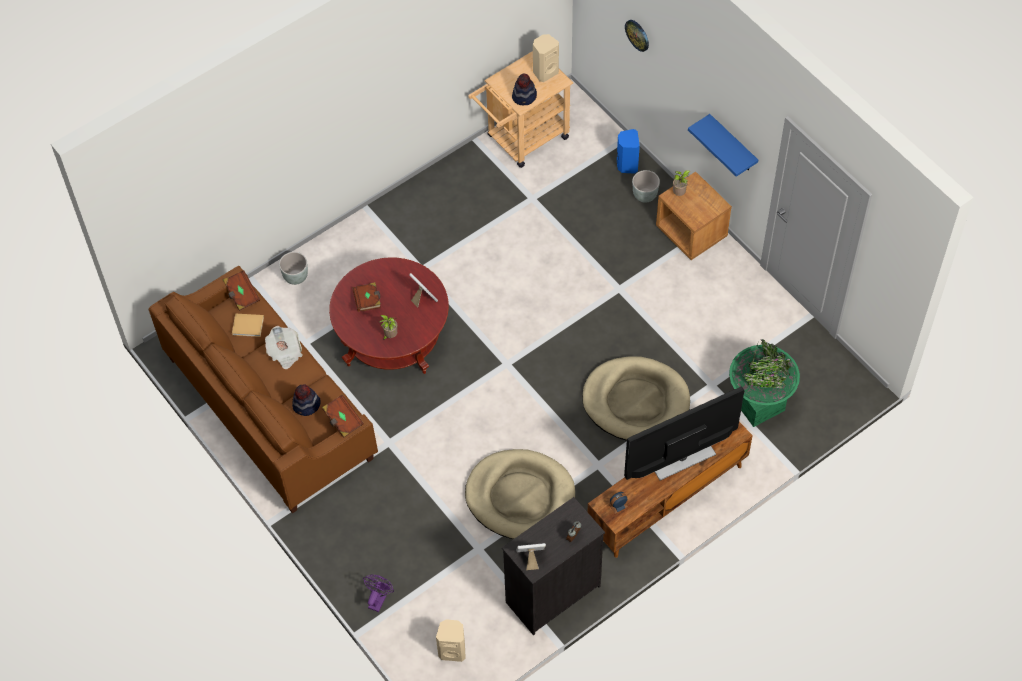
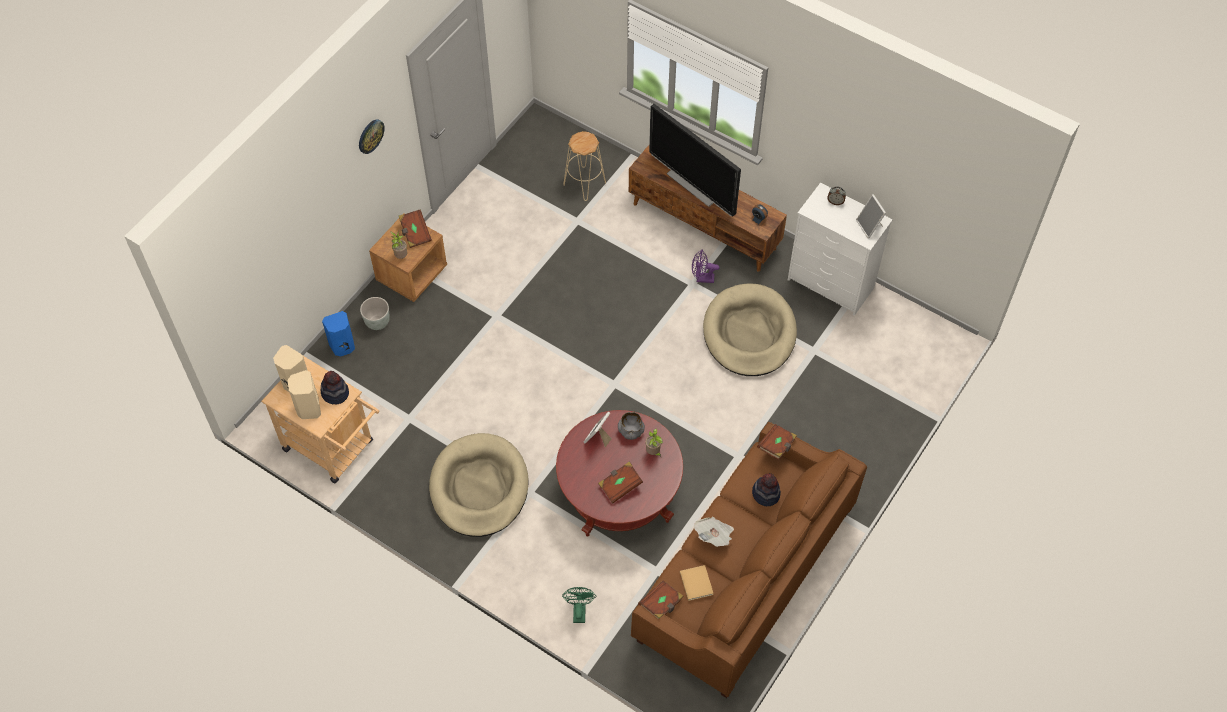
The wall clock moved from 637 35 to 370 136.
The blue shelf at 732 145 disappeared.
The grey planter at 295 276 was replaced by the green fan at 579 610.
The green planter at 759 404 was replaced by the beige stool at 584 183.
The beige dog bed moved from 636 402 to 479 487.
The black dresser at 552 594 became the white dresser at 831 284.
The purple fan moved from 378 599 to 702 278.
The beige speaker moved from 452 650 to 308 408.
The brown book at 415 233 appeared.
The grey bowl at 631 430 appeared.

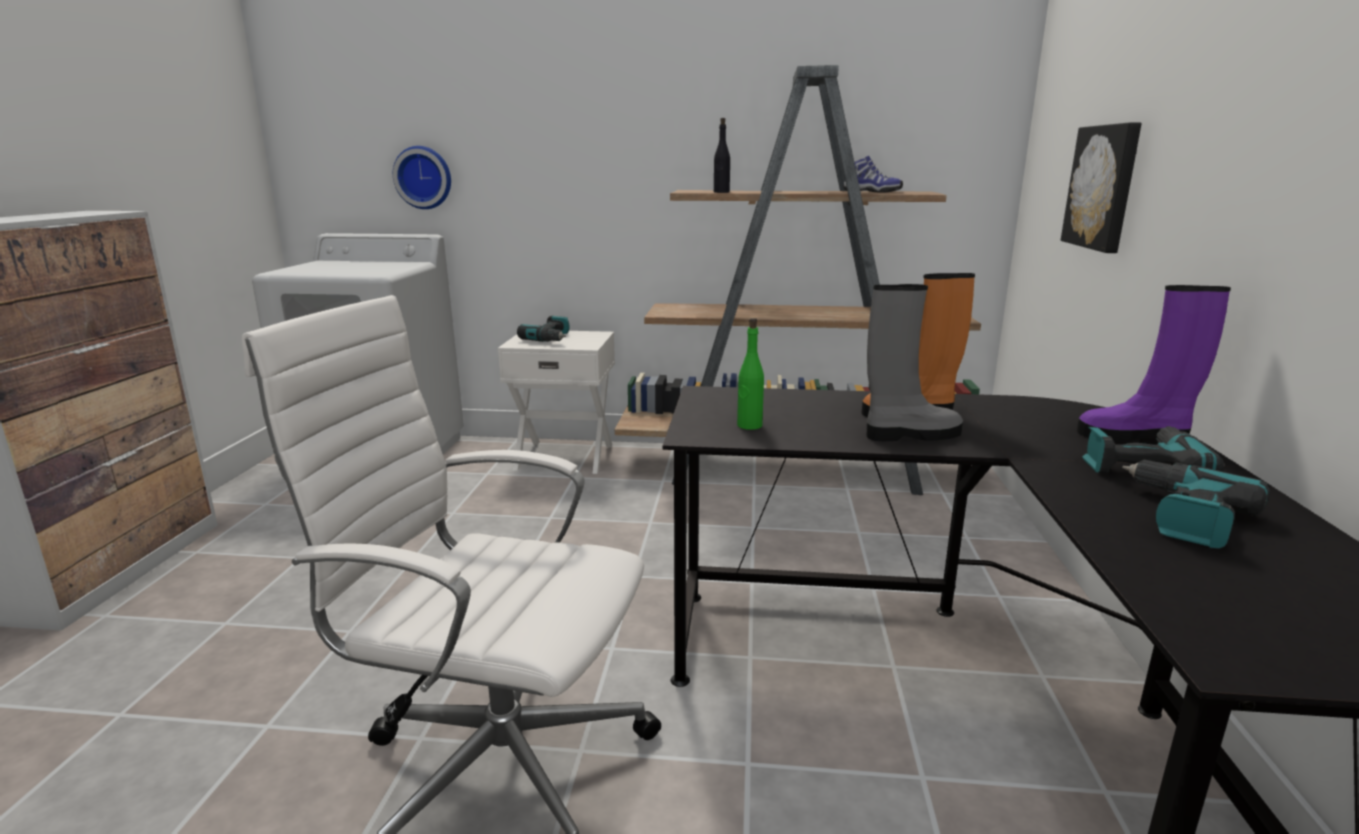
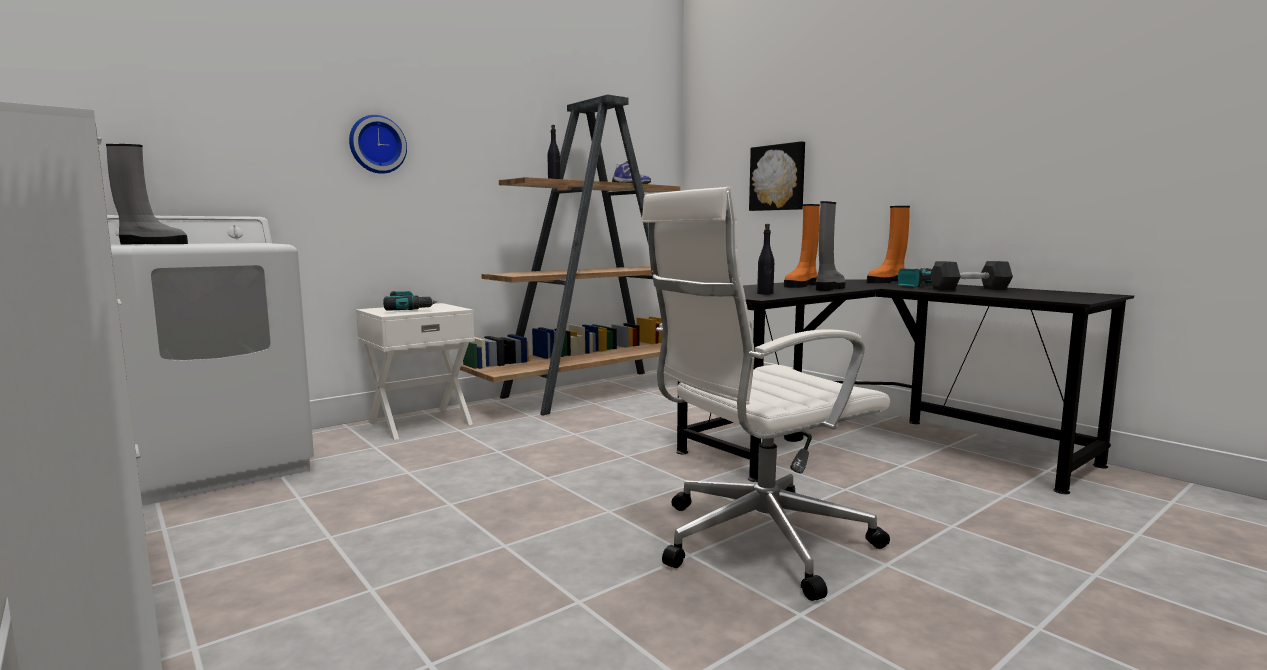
The wall clock moved from 424 177 to 376 144.
The purple boot at 1135 436 became the orange boot at 887 282.
The green bottle at 749 425 became the black bottle at 765 293.
The power drill at 1183 516 was replaced by the grey dumbbell at 969 289.
The grey boot at 151 244 appeared.

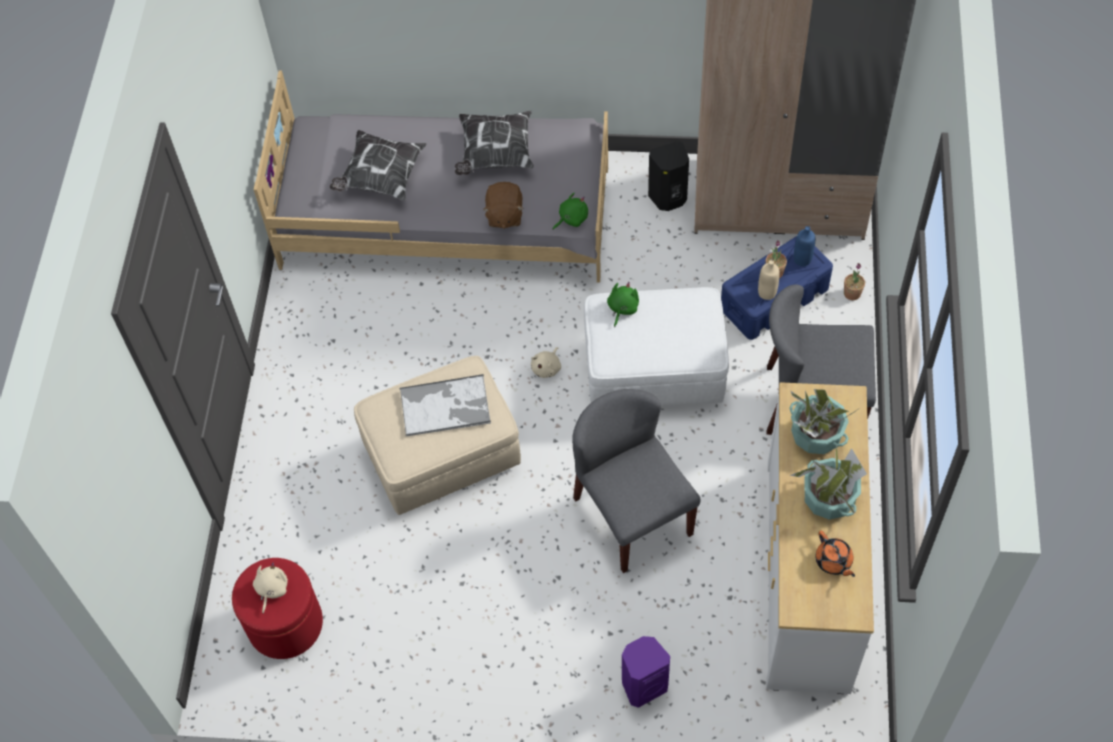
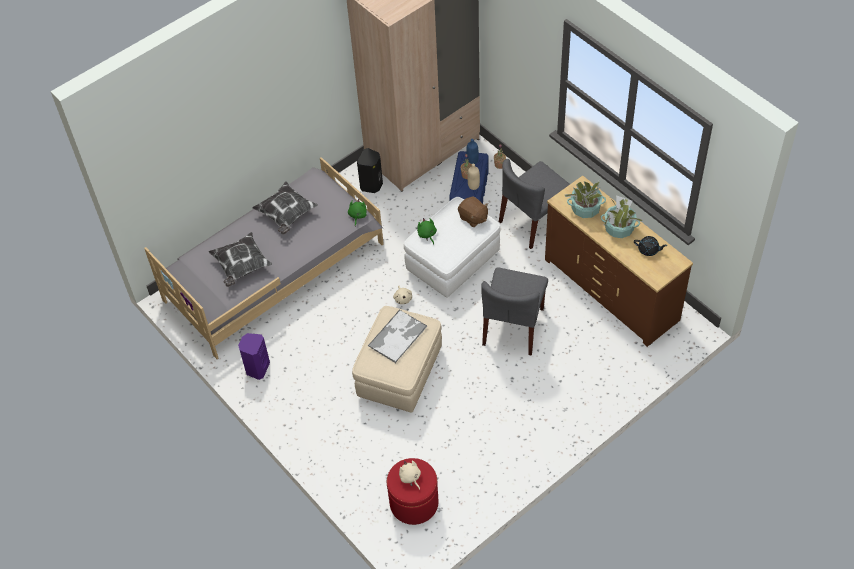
The brown plush toy moved from 504 215 to 473 218.
The white dresser at 808 574 became the brown dresser at 611 289.
The grey chair at 632 515 turned 90 degrees counterclockwise.
The orange teapot at 833 561 became the black teapot at 649 250.
The purple speaker moved from 643 685 to 257 368.

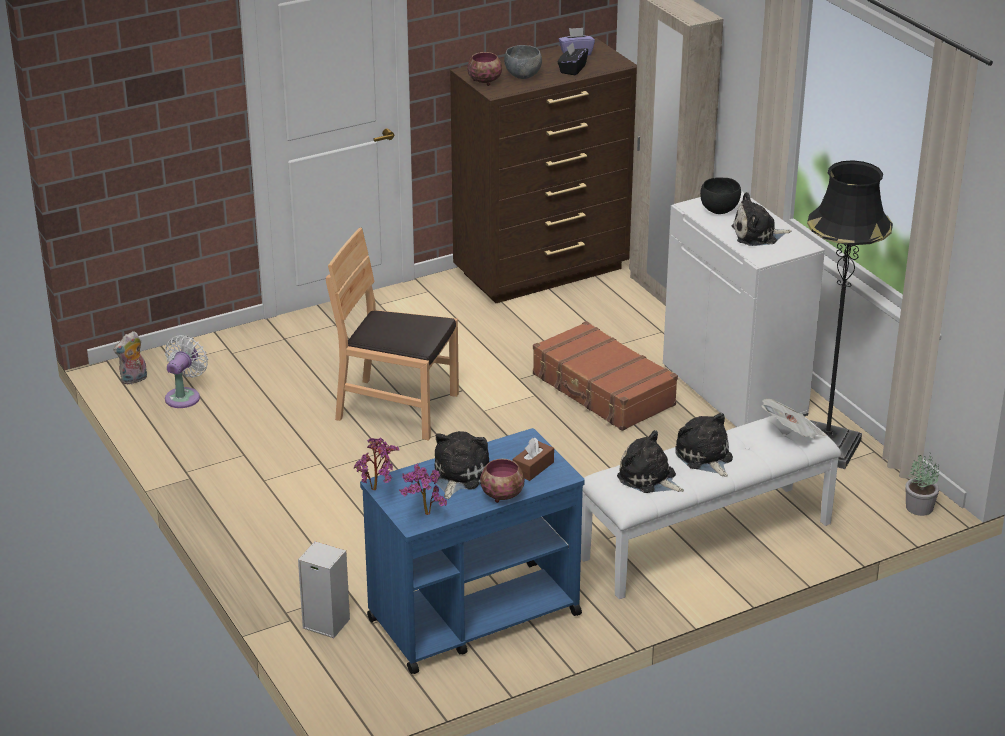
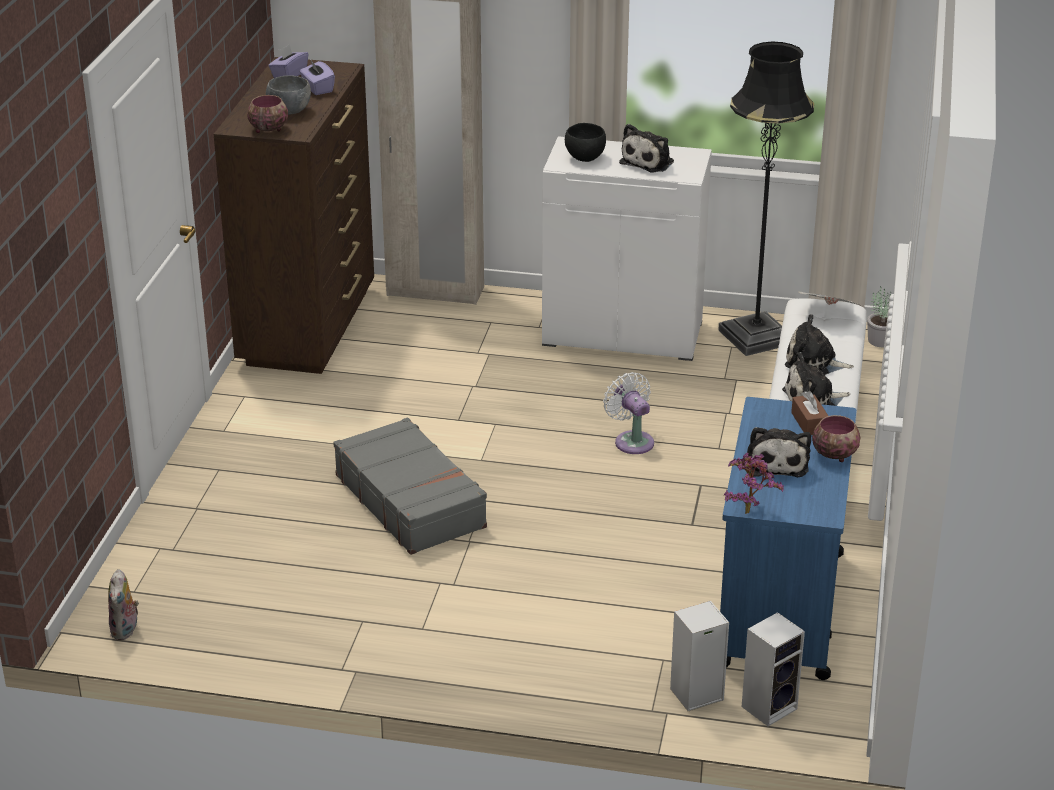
The black tissue box at 572 69 became the purple tissue box at 317 88.
The brown chair at 397 408 was replaced by the grey suitcase at 411 501.
The brown suitcase at 602 390 disappeared.
The white fan moved from 184 396 to 632 440.
The plush toy at 458 475 turned 150 degrees counterclockwise.
The potted plant at 423 514 disappeared.
The speaker at 770 706 appeared.

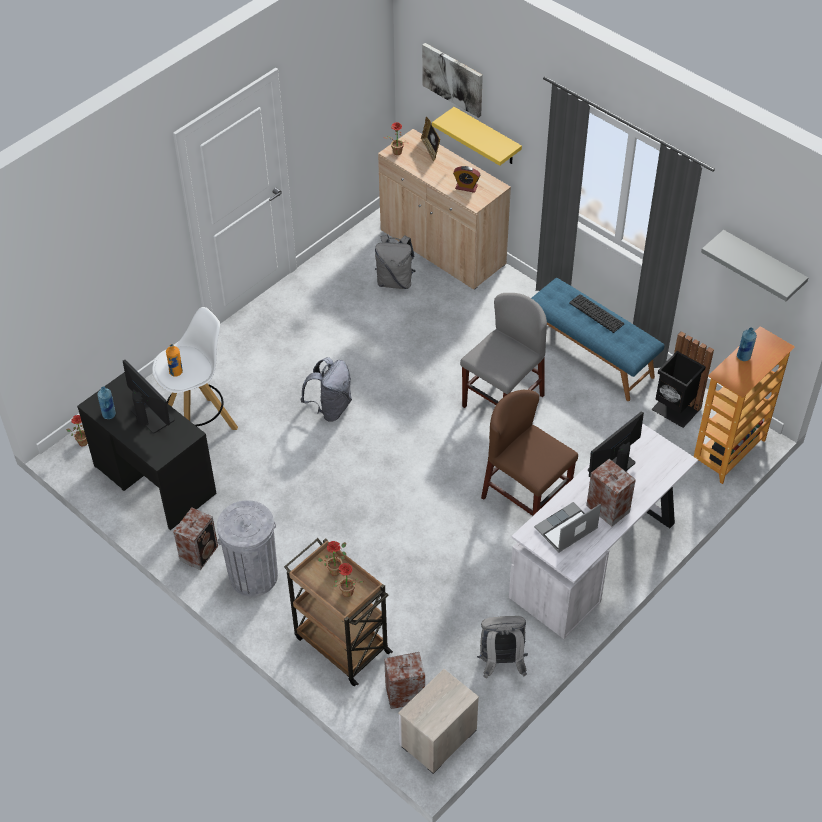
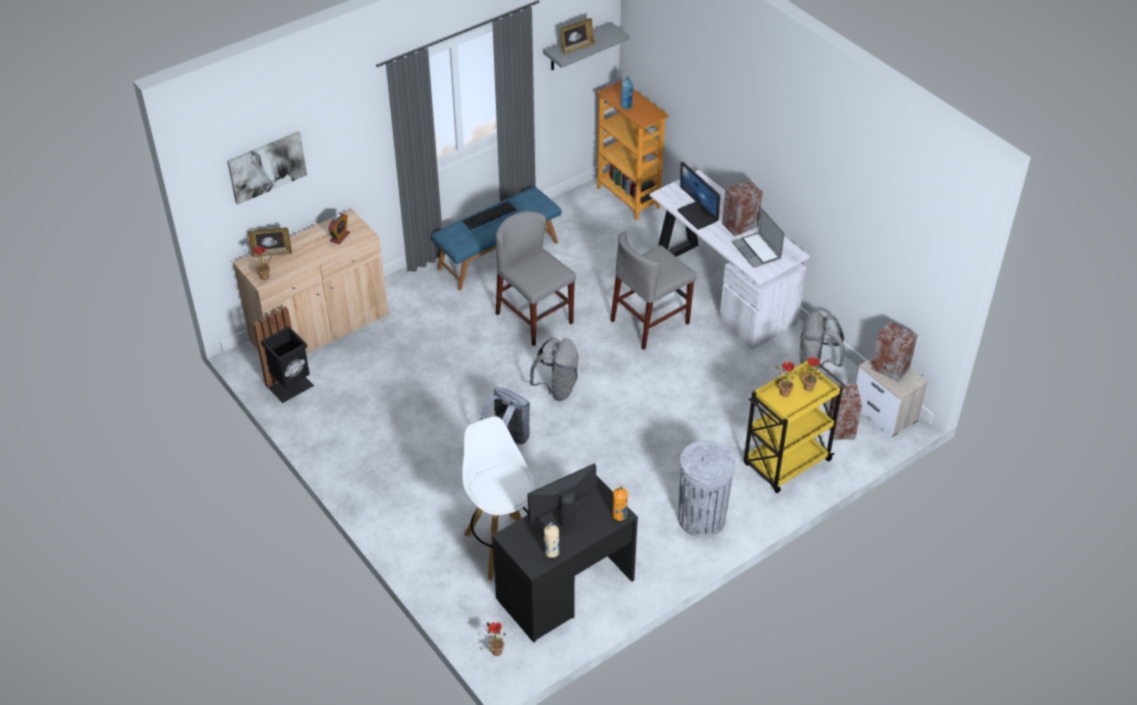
The yellow shelf at 487 137 disappeared.
The grey backpack moved from 395 281 to 557 388.
The black trash can moved from 675 410 to 291 386.
The orange bottle moved from 176 372 to 619 515.
The blue bottle at 109 414 became the beige bottle at 551 552.
The brown chair at 525 498 became the grey chair at 650 322.
The speaker moved from 200 552 to 889 368.
The brown cart at 340 643 became the yellow cart at 785 463.
The picture frame at 576 48 appeared.

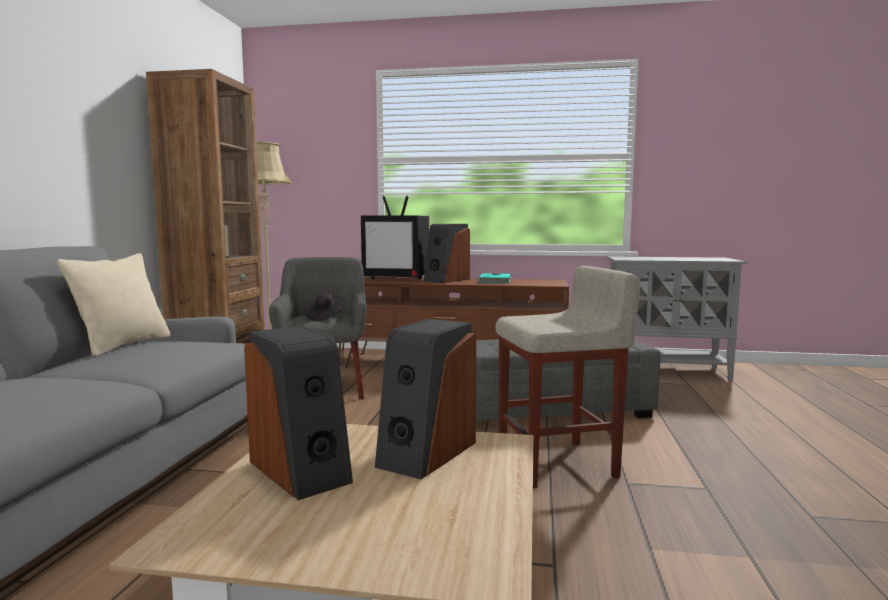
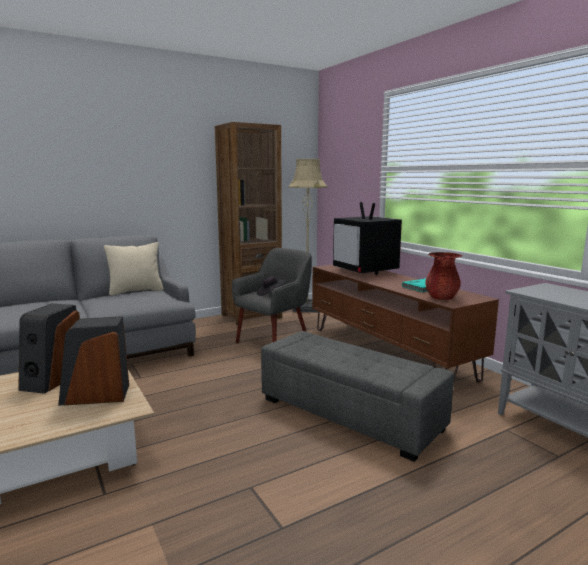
The speaker at 446 280 disappeared.
The beige stool at 558 463 disappeared.
The red vase at 441 297 appeared.

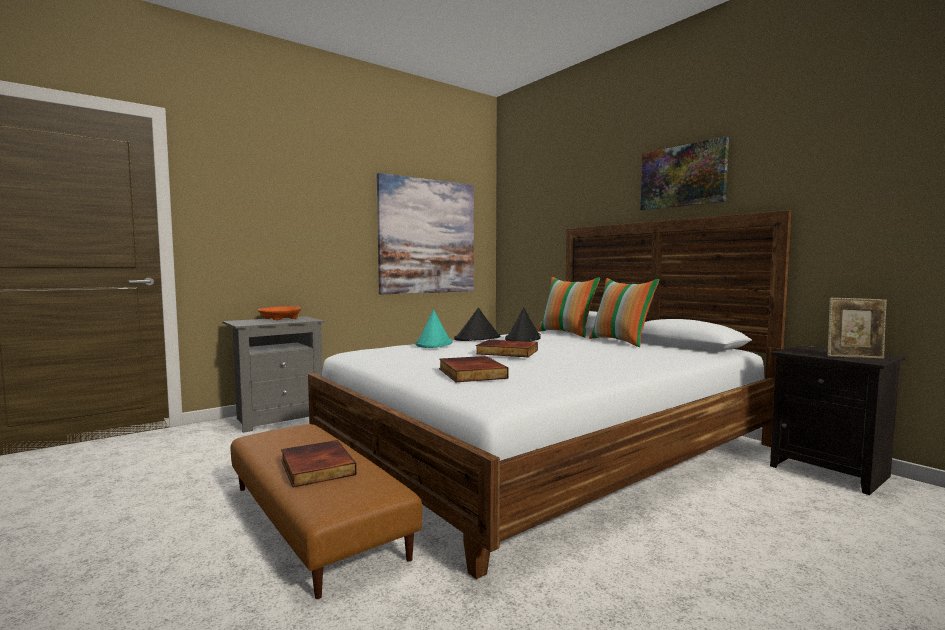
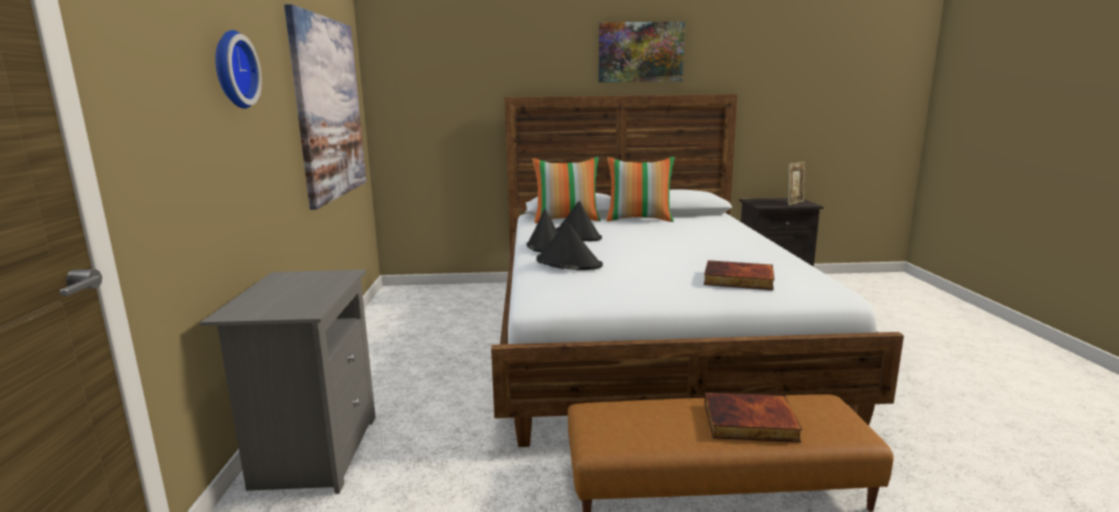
The orange bowl at 280 319 disappeared.
The turquoise hat at 433 344 became the black hat at 568 263.
The book at 506 352 disappeared.
The wall clock at 231 70 appeared.

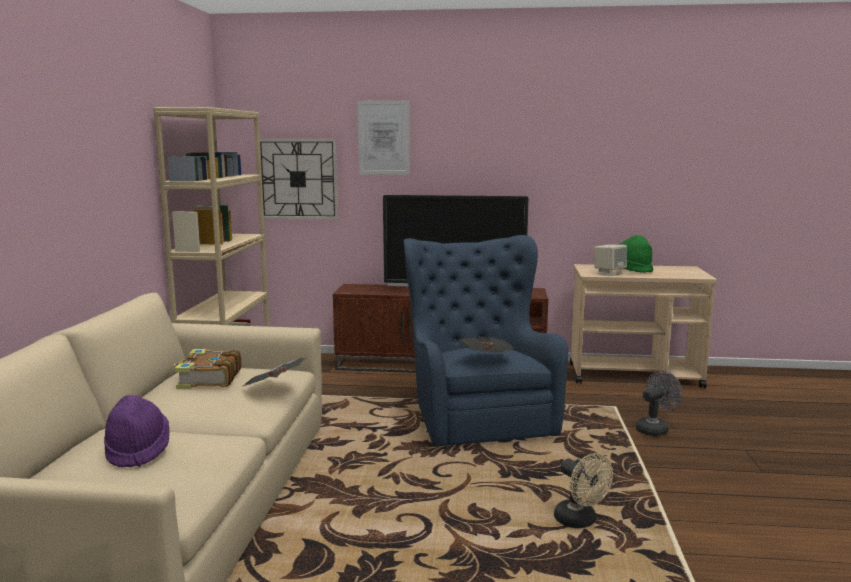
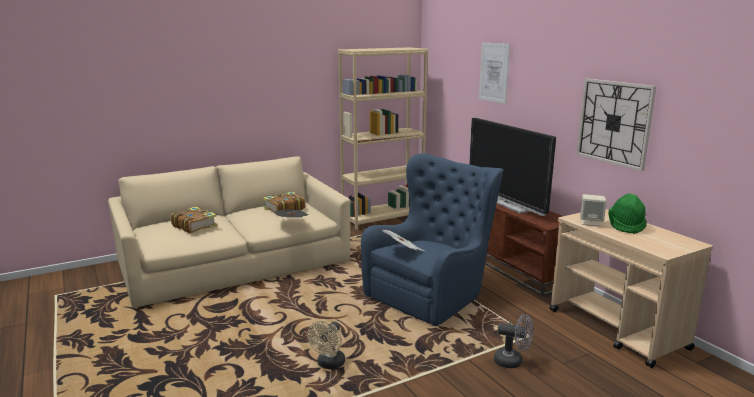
The wall clock moved from 298 179 to 614 122.
The purple hat at 138 451 was replaced by the book at 194 226.

